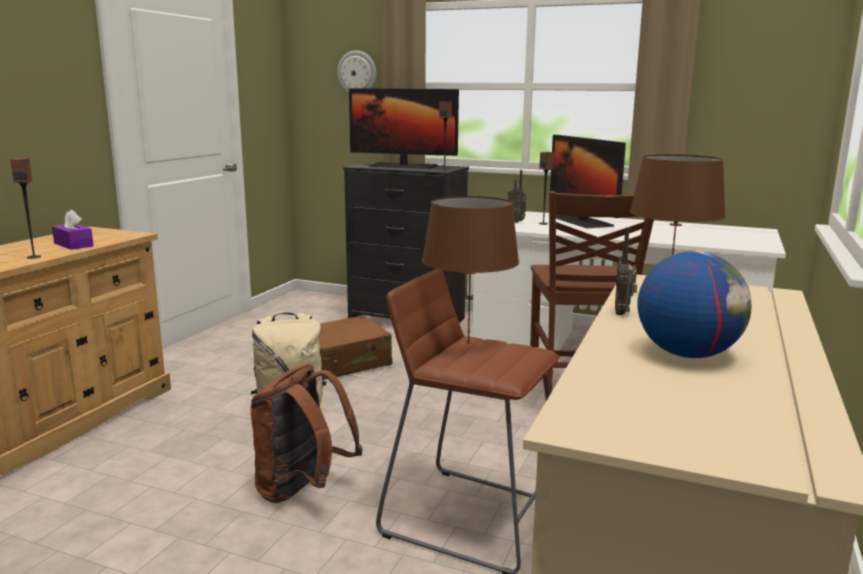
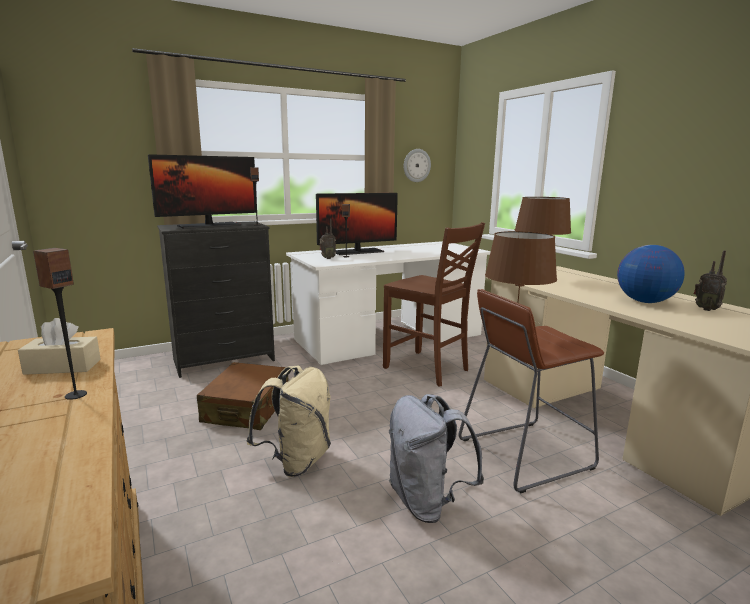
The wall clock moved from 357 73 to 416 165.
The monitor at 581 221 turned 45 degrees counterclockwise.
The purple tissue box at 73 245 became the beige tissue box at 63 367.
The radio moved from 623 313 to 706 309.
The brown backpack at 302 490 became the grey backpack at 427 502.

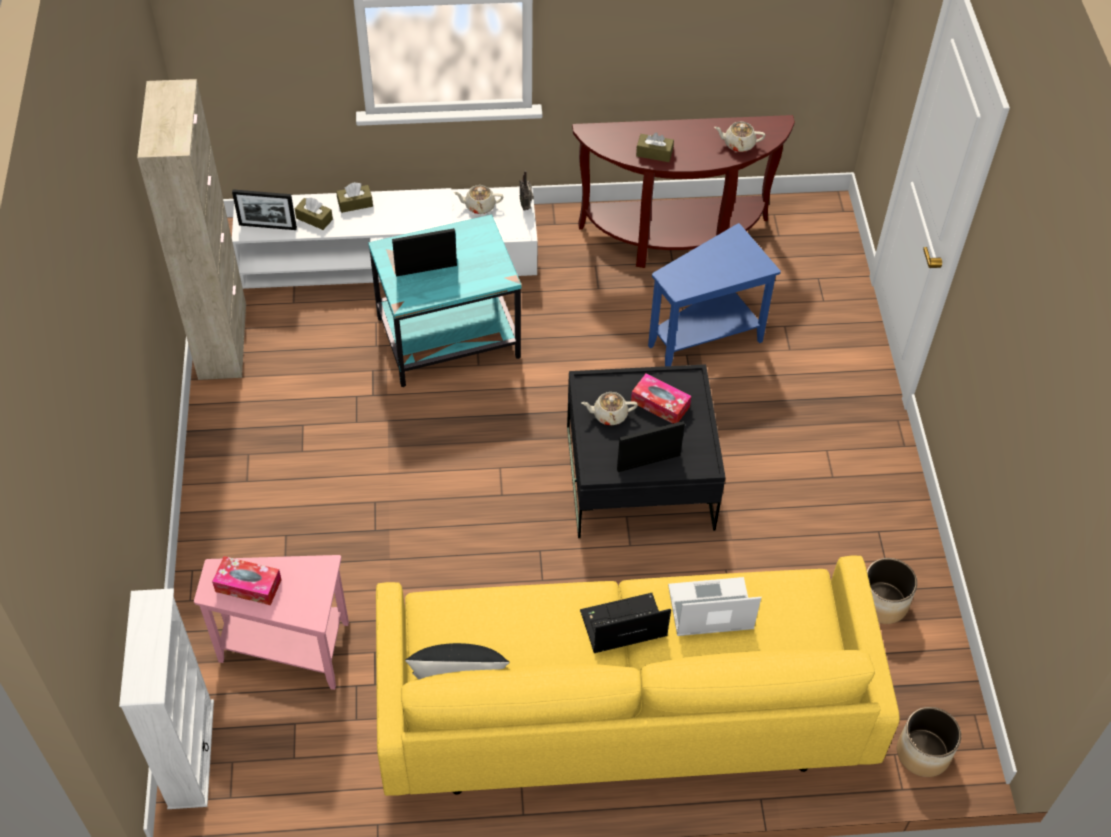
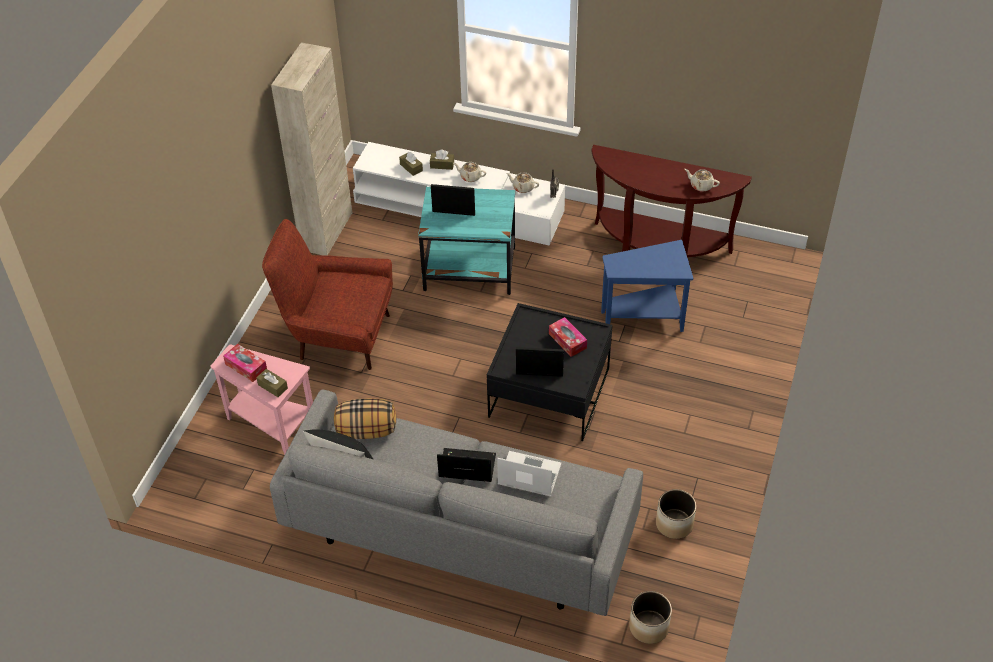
The brown tissue box moved from 654 153 to 273 386.
The picture frame at 267 226 disappeared.
The beige teapot moved from 609 415 to 470 177.
The yellow sofa at 623 709 became the grey sofa at 461 530.
The white bookcase at 190 754 disappeared.
The red armchair at 338 335 appeared.
The pillow at 366 430 appeared.

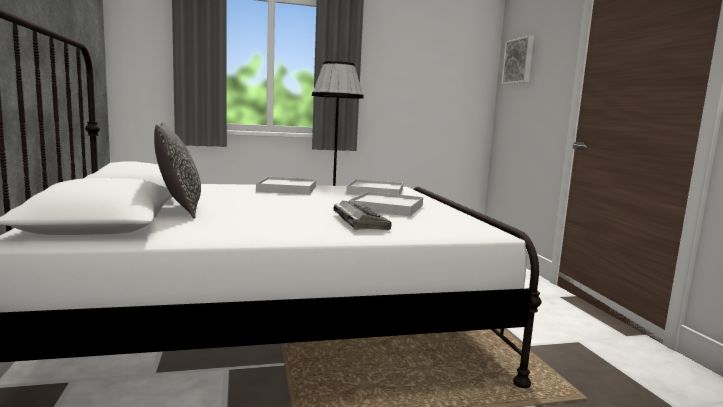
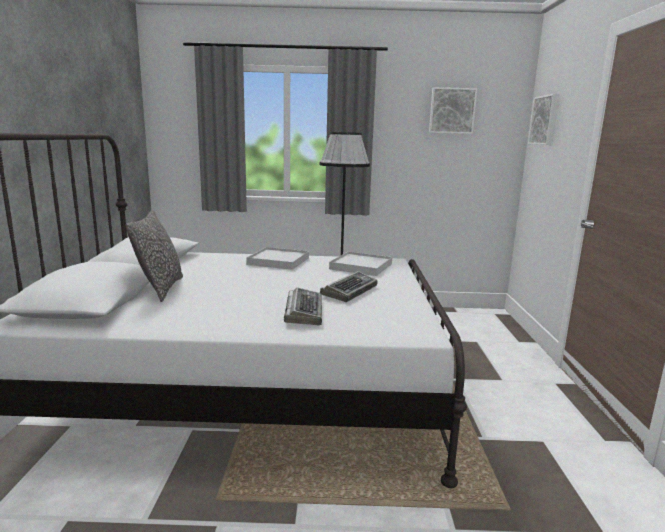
The white tray at 386 207 was replaced by the keyboard at 350 291.
The picture at 452 111 appeared.

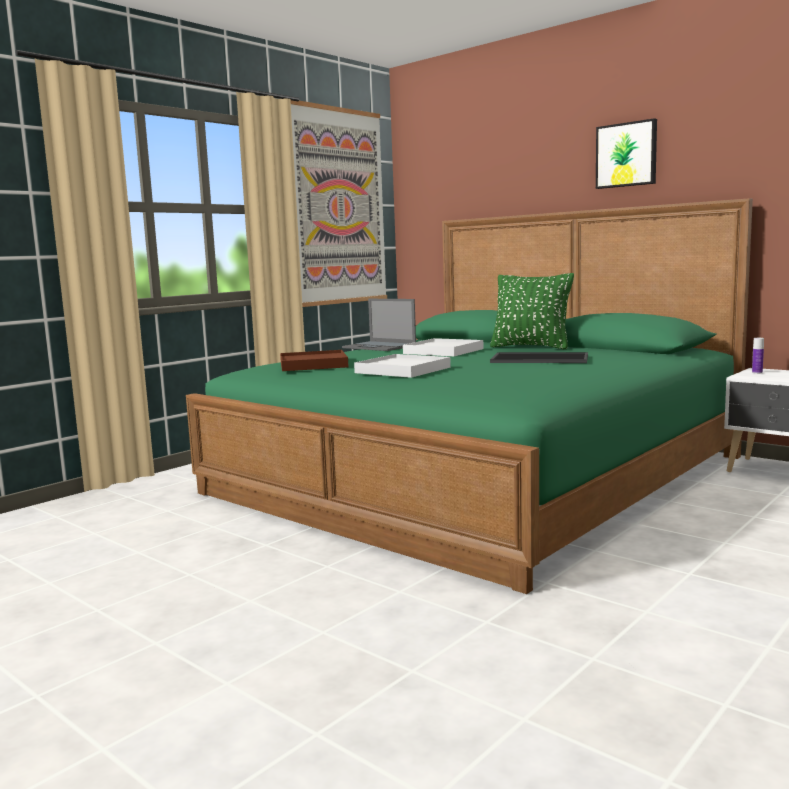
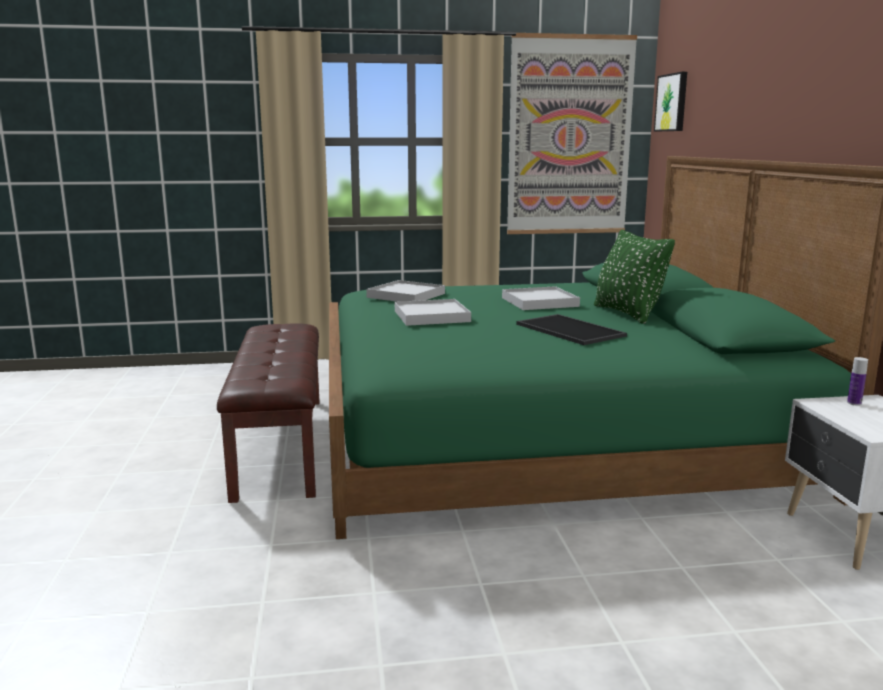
The picture moved from 626 155 to 672 102.
The laptop at 380 347 disappeared.
The brown tray at 313 365 became the white tray at 406 295.
The brown bench at 282 444 appeared.

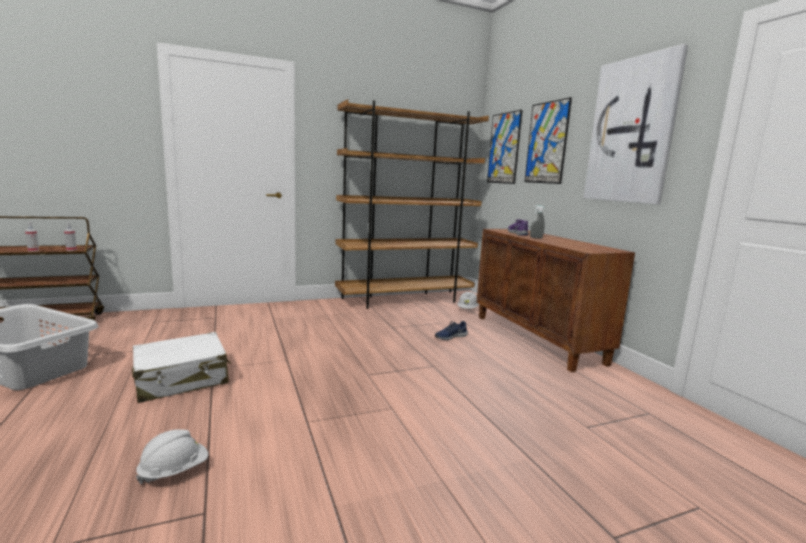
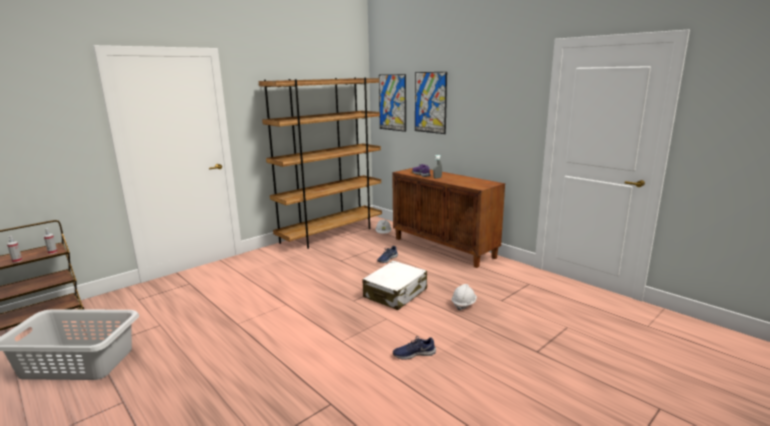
The picture at 632 131 disappeared.
The white suitcase moved from 182 379 to 395 293.
The white hard hat moved from 174 471 to 463 304.
The blue shoe at 414 354 appeared.

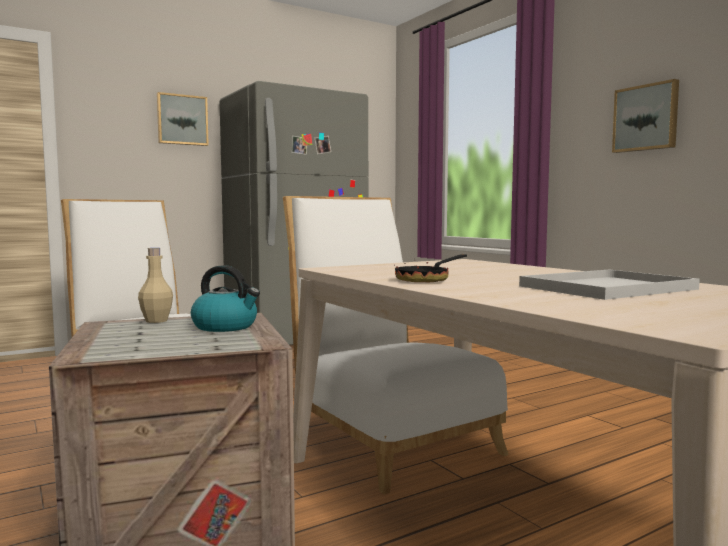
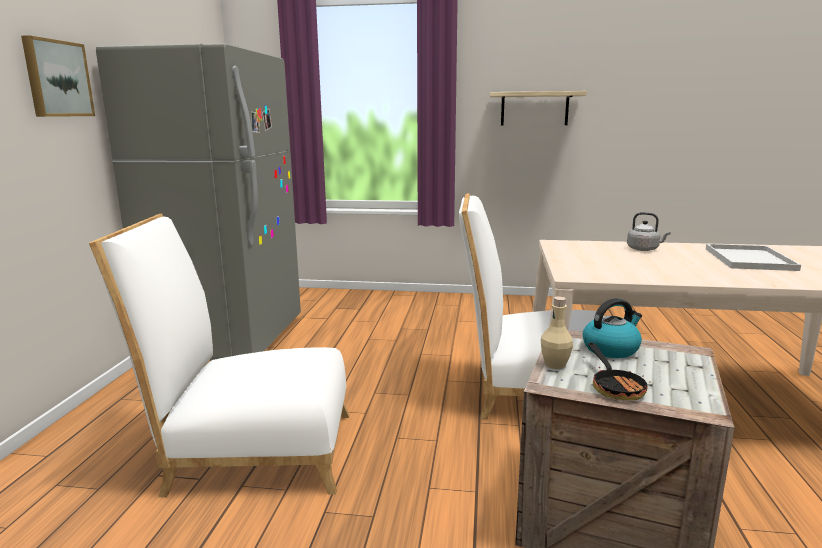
The picture at 646 118 was replaced by the shelf at 534 109.
The frying pan moved from 427 280 to 615 386.
The grey kettle at 644 249 appeared.

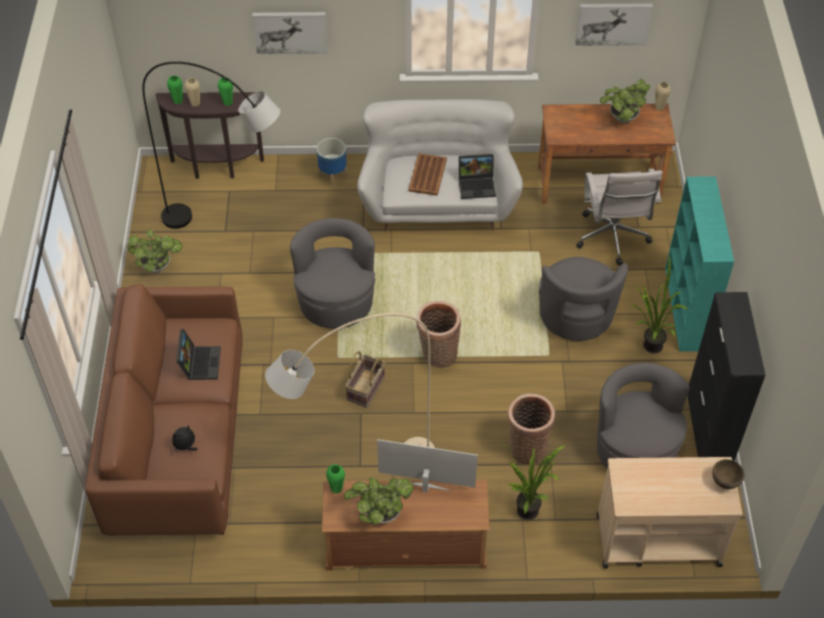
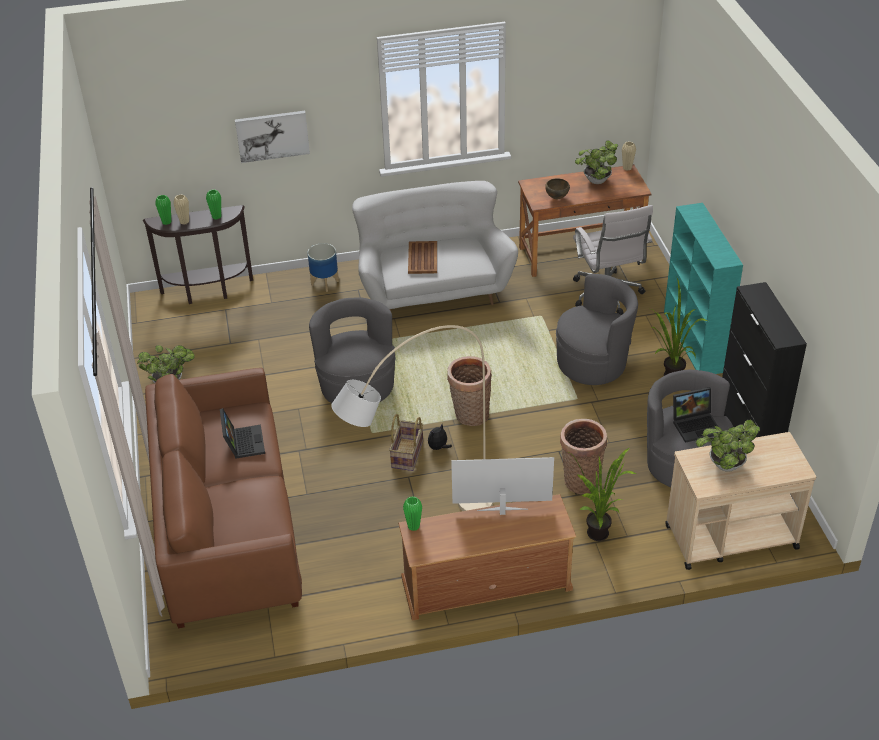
The picture at 613 23 disappeared.
The grey floor lamp at 230 228 disappeared.
The laptop moved from 477 185 to 696 425.
The grey armchair at 576 317 turned 90 degrees counterclockwise.
The plush toy moved from 185 446 to 438 447.
The brown bowl moved from 724 482 to 556 198.
The potted plant moved from 380 514 to 723 466.

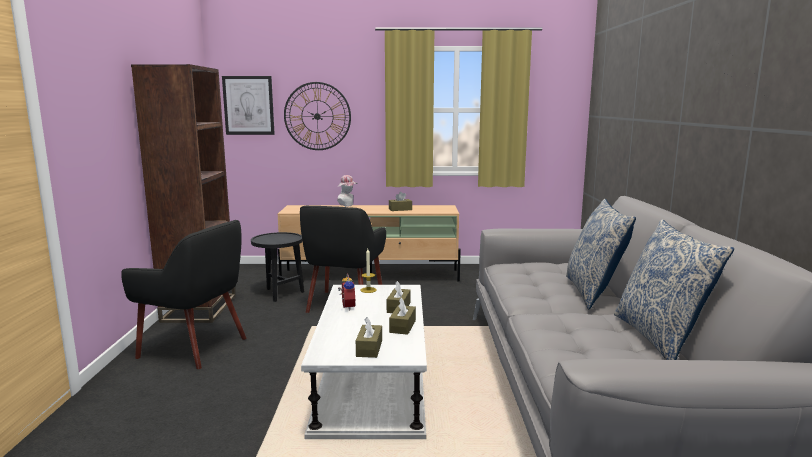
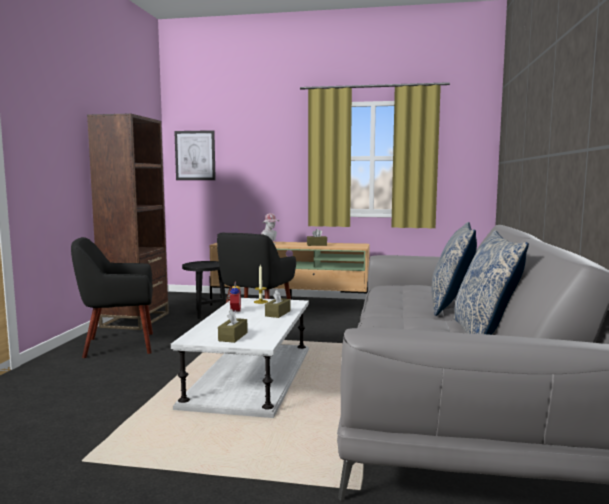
The wall clock at 317 116 disappeared.
The black armchair at 195 347 turned 135 degrees clockwise.
The brown tissue box at 402 326 disappeared.

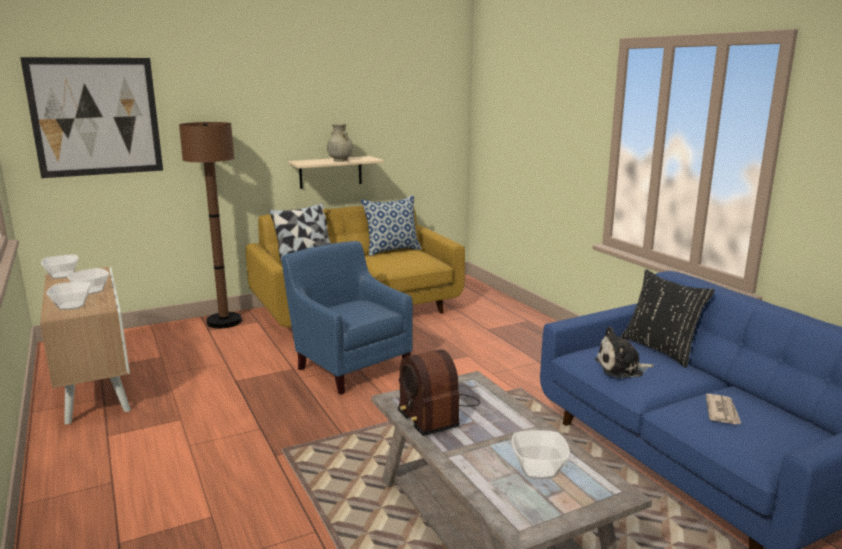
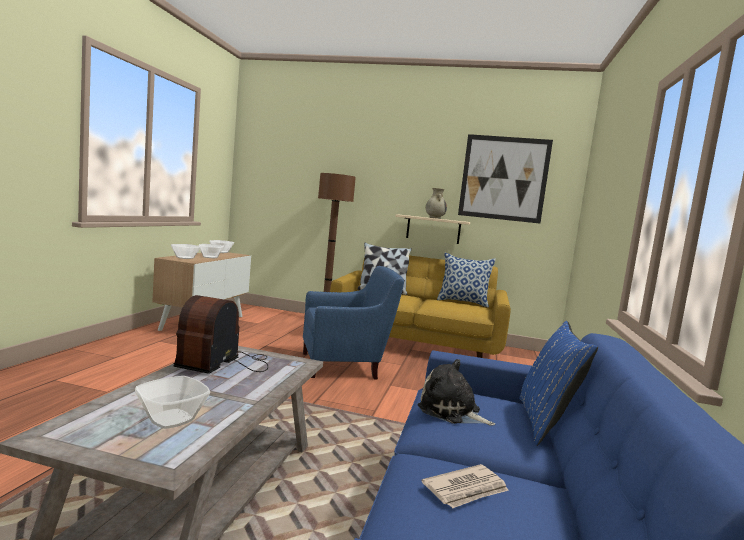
The picture moved from 96 117 to 503 178.
The blue armchair at 350 366 turned 75 degrees clockwise.
The black pillow at 660 349 became the blue pillow at 545 423.

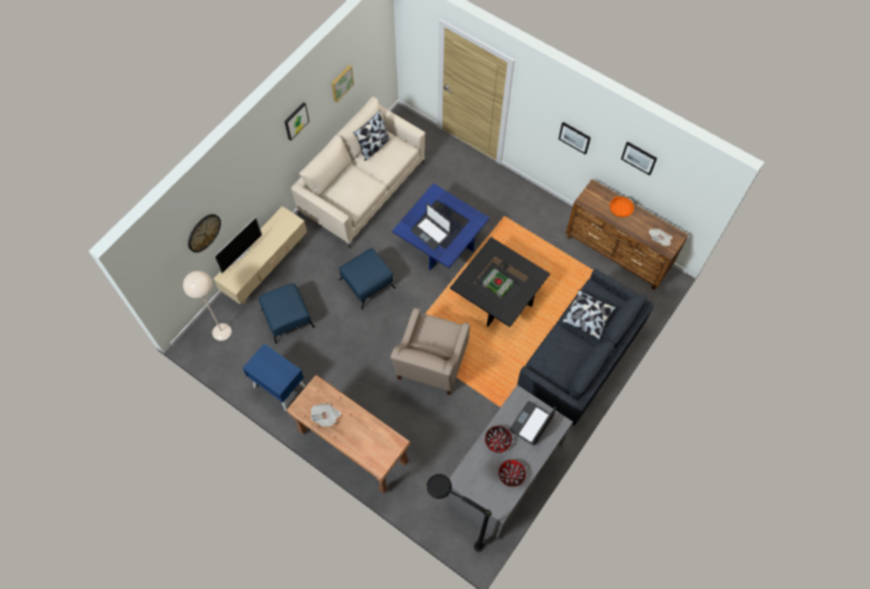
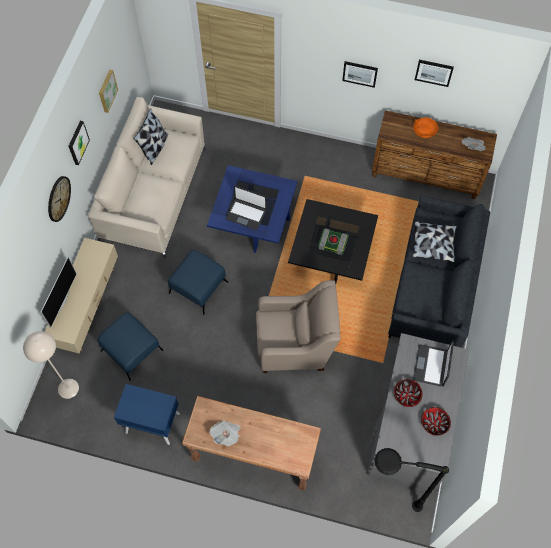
The wall clock moved from 203 232 to 58 198.
The beige armchair at 431 364 turned 90 degrees counterclockwise.

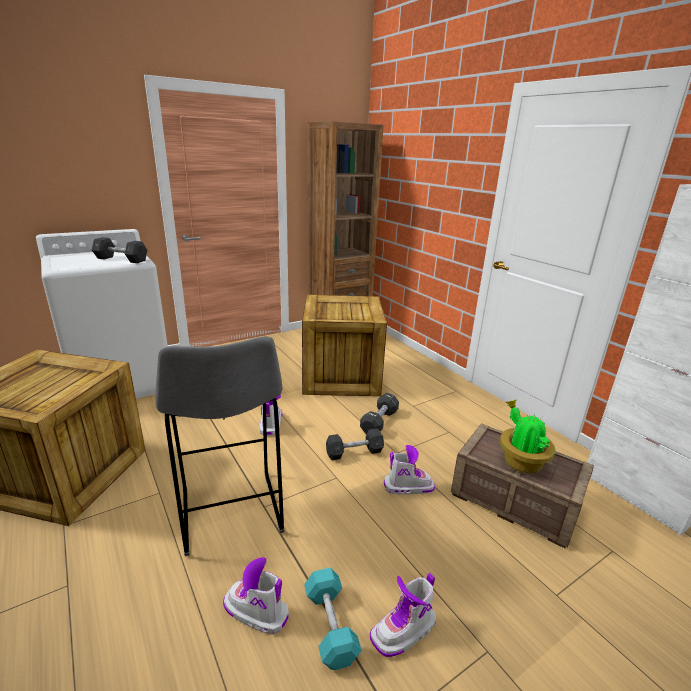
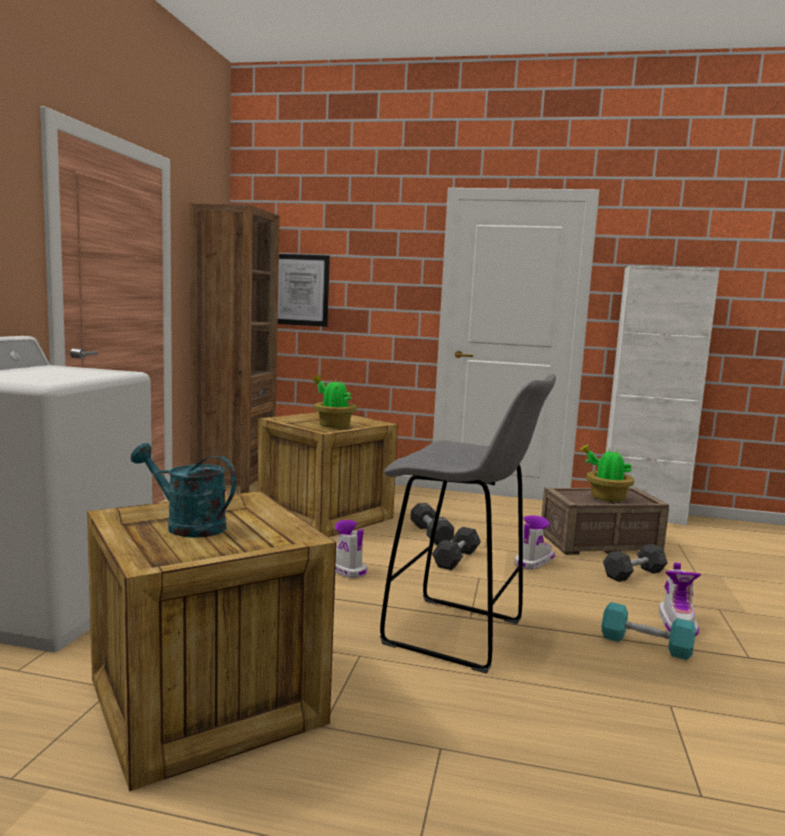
The grey dumbbell moved from 121 259 to 634 574.
The boot at 256 611 disappeared.
The picture at 300 290 appeared.
The potted plant at 333 425 appeared.
The turquoise watering can at 187 525 appeared.

